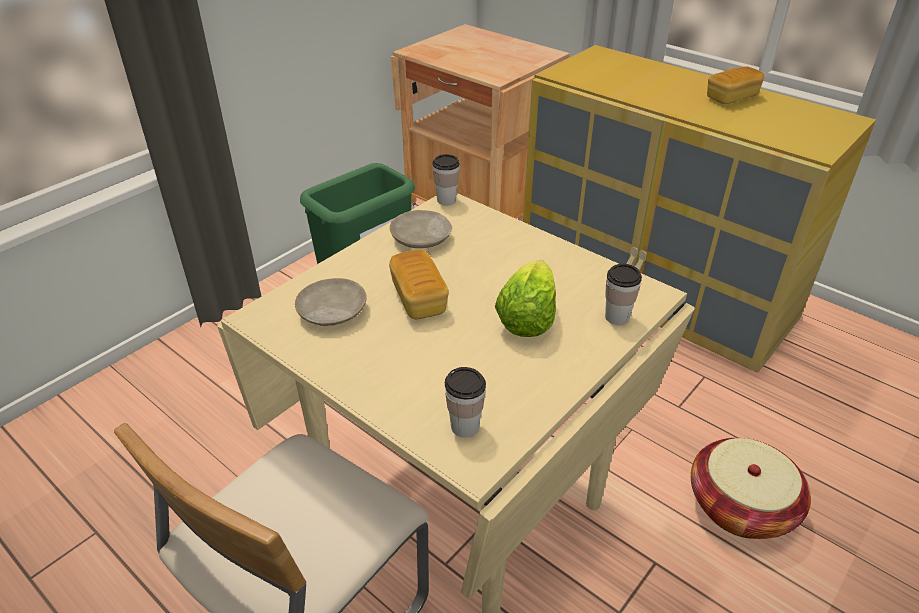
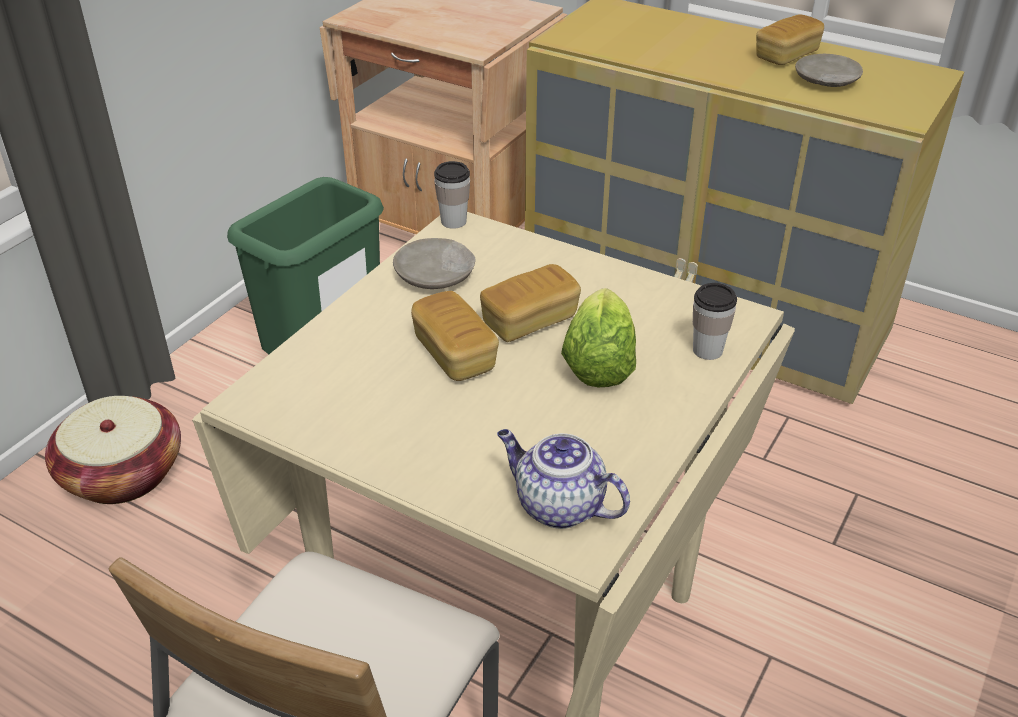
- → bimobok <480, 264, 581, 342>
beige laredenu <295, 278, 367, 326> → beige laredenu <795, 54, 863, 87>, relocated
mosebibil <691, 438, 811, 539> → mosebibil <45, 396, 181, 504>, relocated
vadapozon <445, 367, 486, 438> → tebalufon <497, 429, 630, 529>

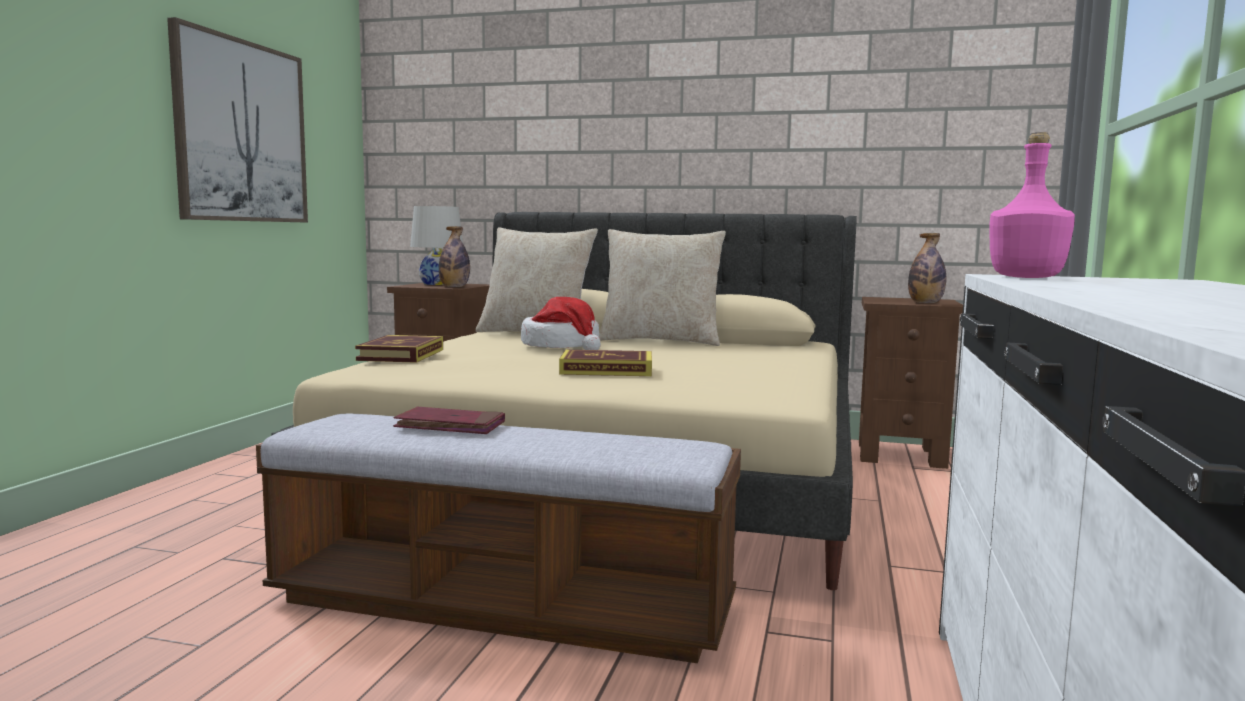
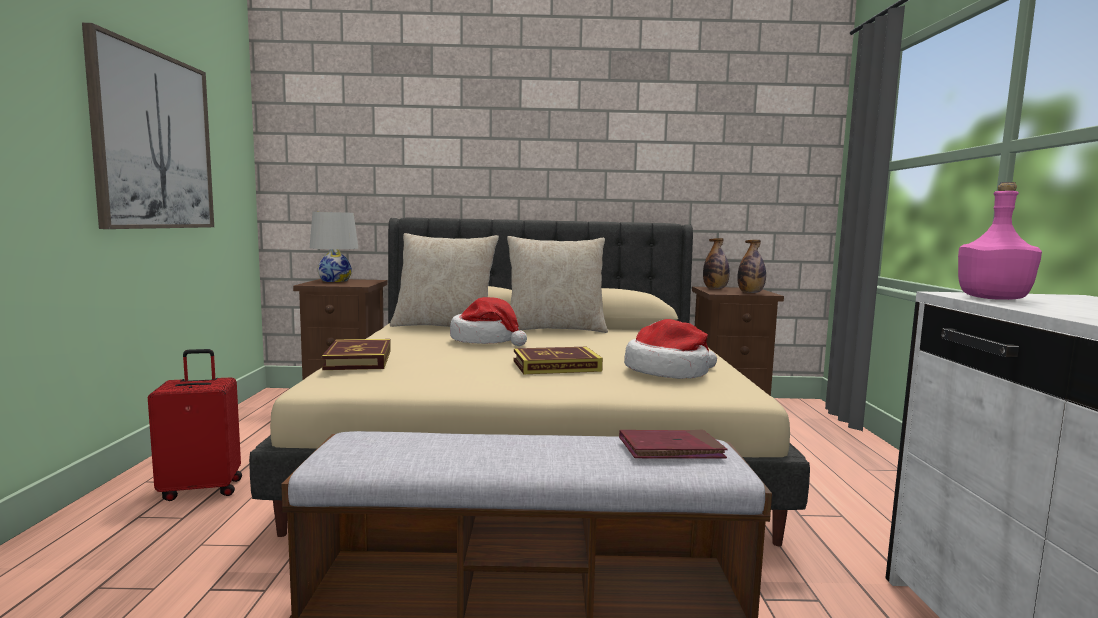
- → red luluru <148, 349, 242, 501>
- → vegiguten <624, 319, 717, 379>
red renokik <393, 407, 505, 434> → red renokik <619, 429, 728, 459>, relocated
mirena <439, 226, 470, 287> → mirena <703, 238, 730, 289>, relocated

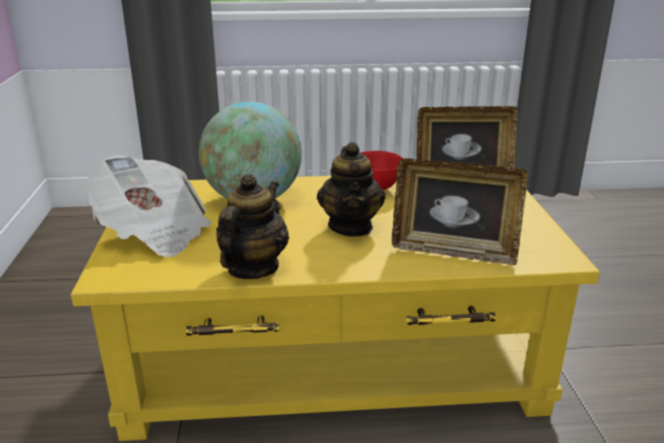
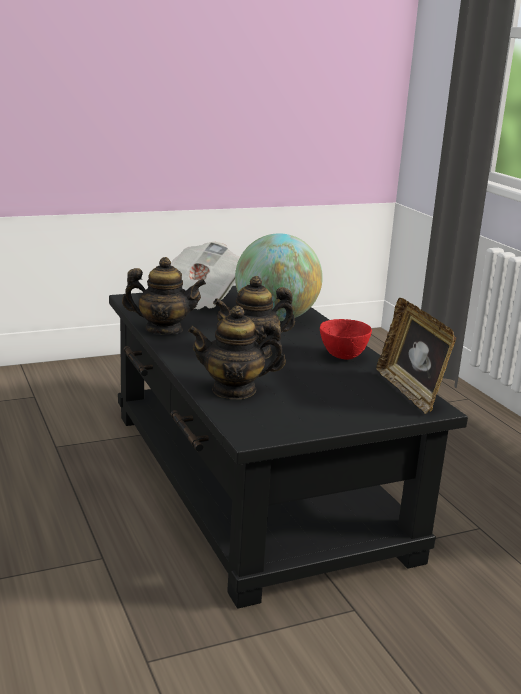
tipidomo <392, 158, 528, 265> → tebalufon <188, 306, 286, 399>
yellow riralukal <71, 176, 600, 441> → black riralukal <109, 286, 468, 609>

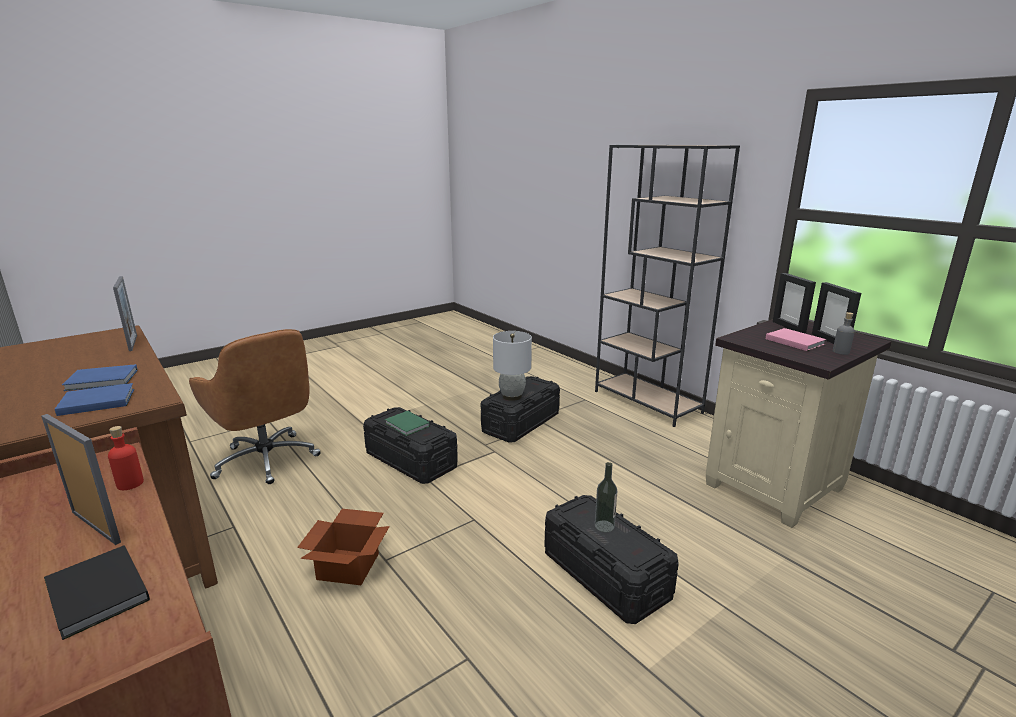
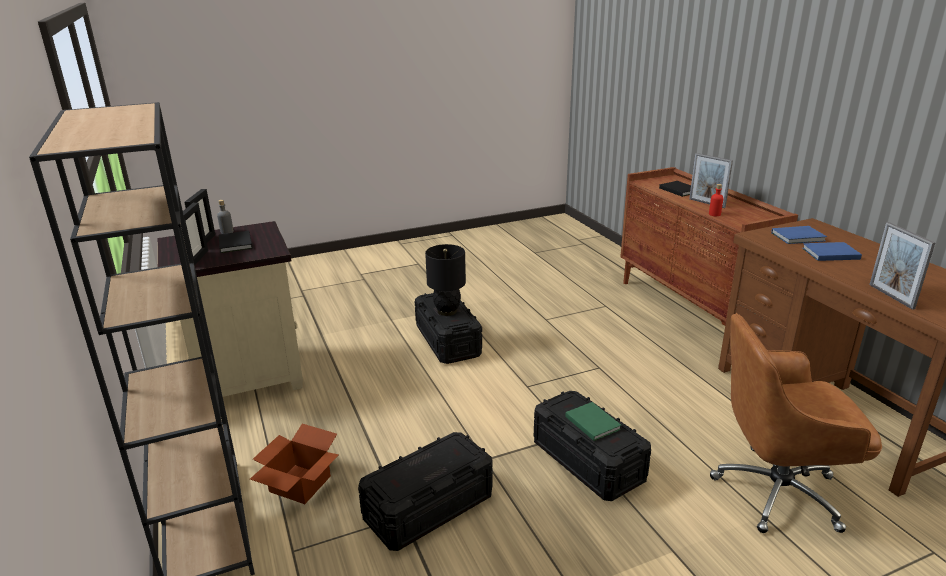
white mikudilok <493, 331, 532, 401> → -
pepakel <297, 509, 390, 585> → pepakel <250, 424, 339, 504>, relocated
mirena <595, 462, 617, 532> → black mikudilok <425, 244, 466, 316>
pink renokik <765, 328, 826, 351> → black renokik <219, 231, 252, 253>
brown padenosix <189, 329, 320, 484> → brown padenosix <710, 313, 882, 533>, 60 degrees counterclockwise

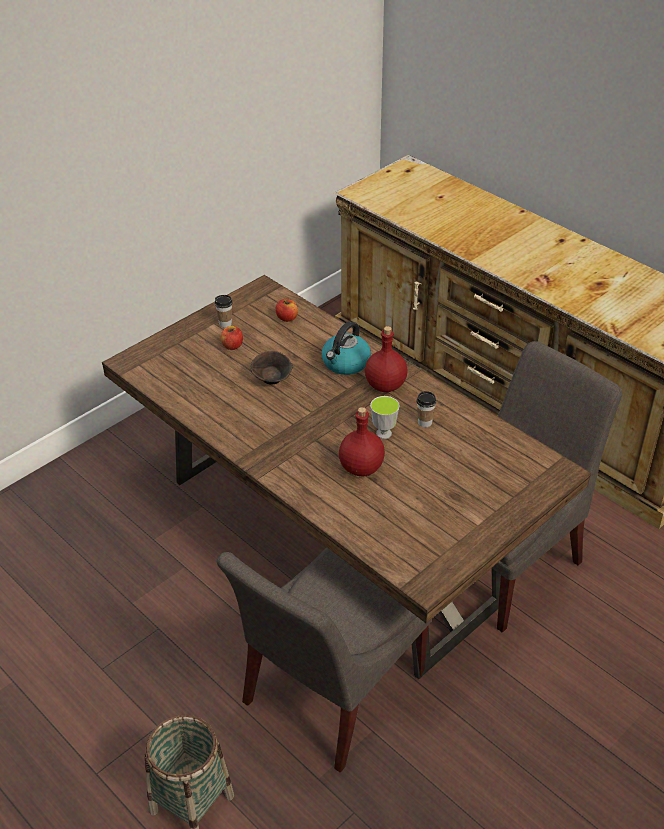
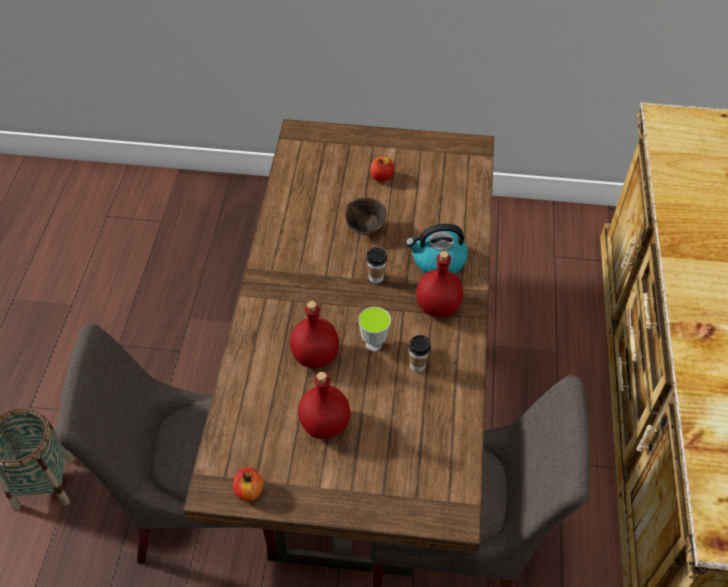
- → red mirena <298, 372, 351, 439>
vadapozon <215, 295, 232, 328> → vadapozon <366, 247, 387, 283>, relocated
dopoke <276, 299, 298, 322> → dopoke <233, 468, 264, 501>, relocated

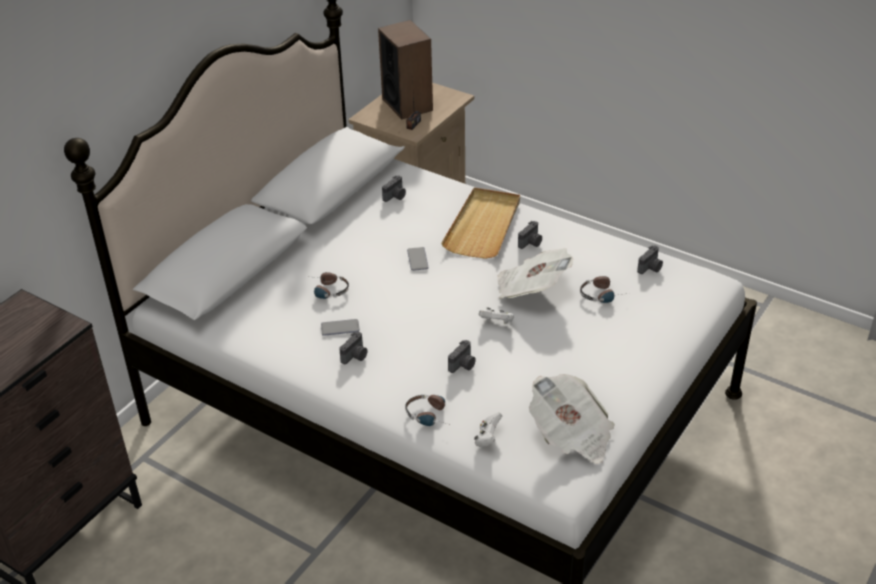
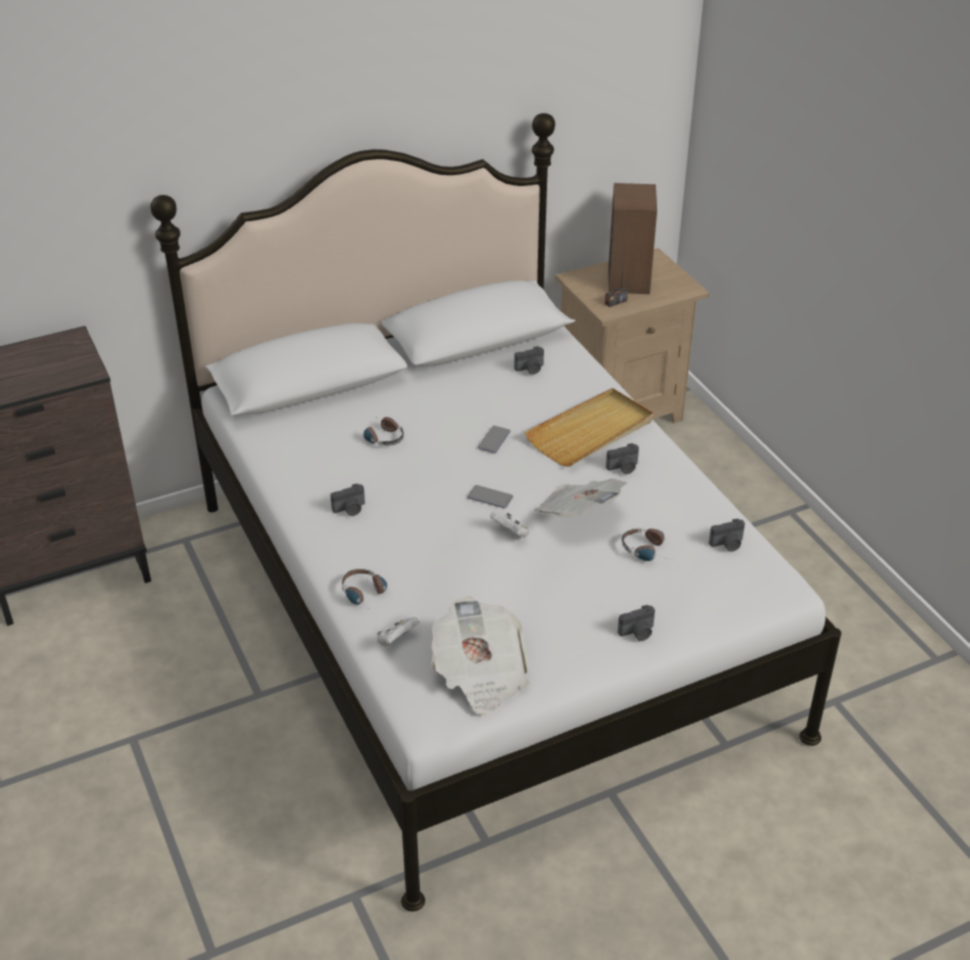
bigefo <321, 319, 360, 336> → bigefo <467, 485, 513, 508>, relocated
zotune <448, 340, 476, 373> → zotune <618, 605, 655, 641>, relocated

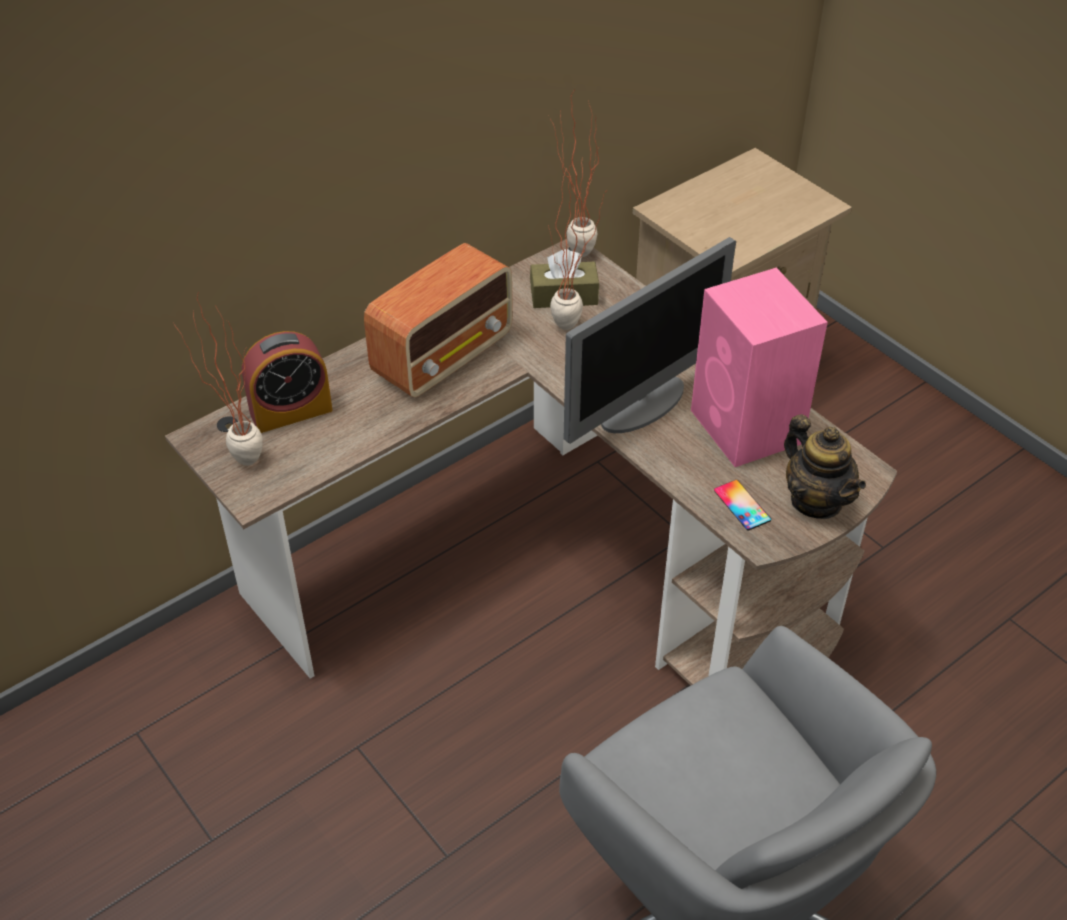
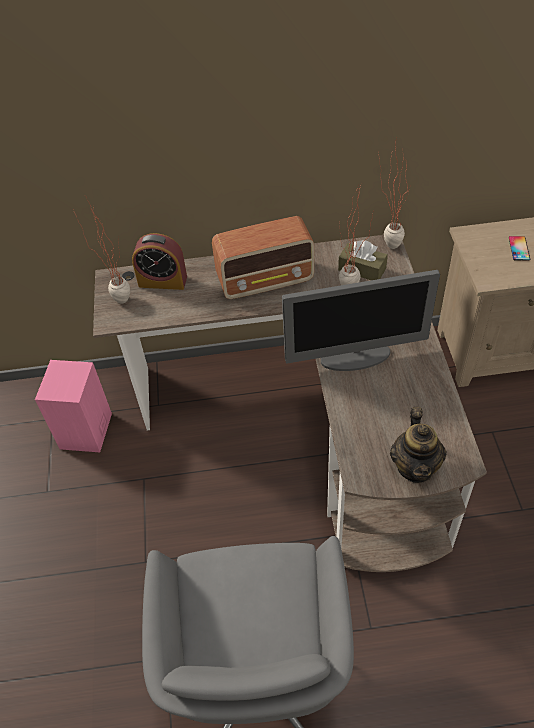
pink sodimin <691, 267, 828, 467> → pink sodimin <35, 360, 112, 452>, relocated
bigefo <714, 480, 771, 531> → bigefo <509, 236, 530, 261>, relocated

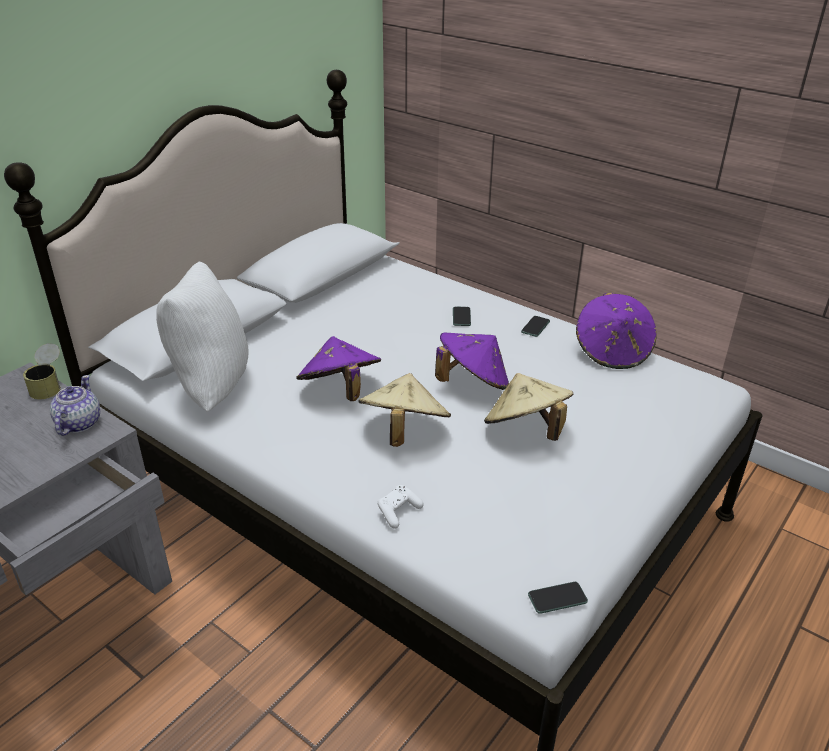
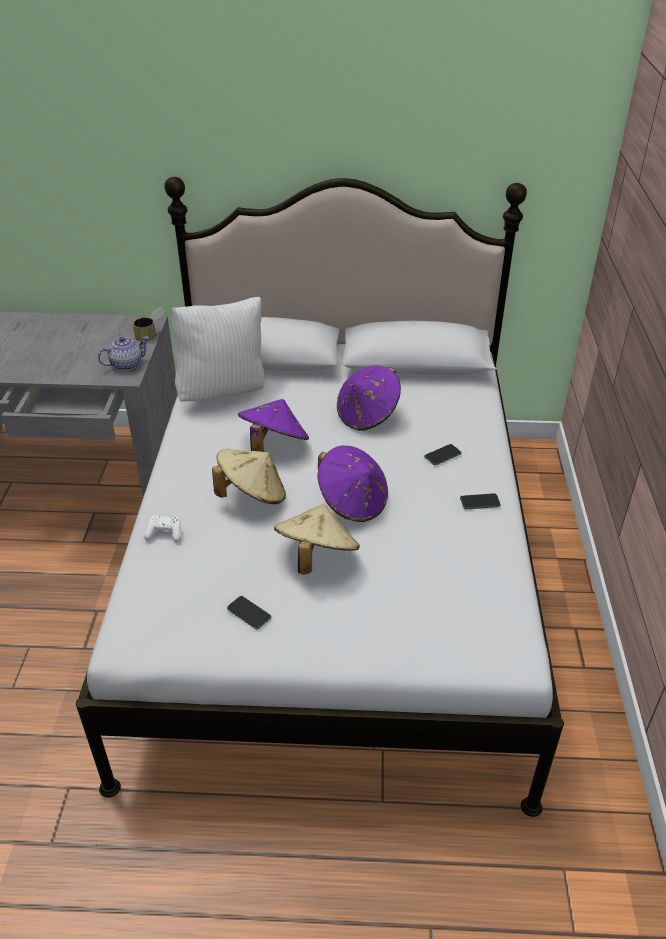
bigefo <528, 582, 588, 614> → bigefo <227, 596, 271, 629>, relocated
purple vegiguten <576, 293, 657, 369> → purple vegiguten <337, 365, 401, 431>, relocated

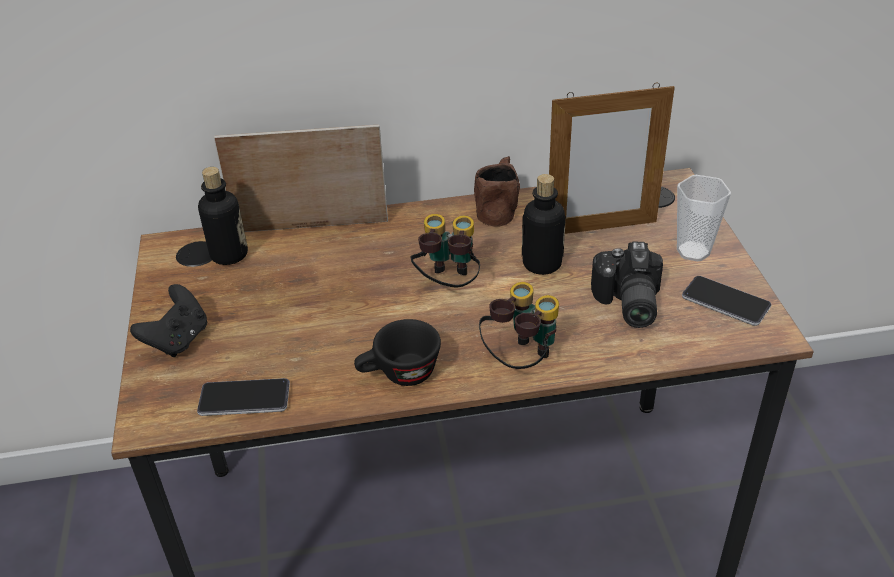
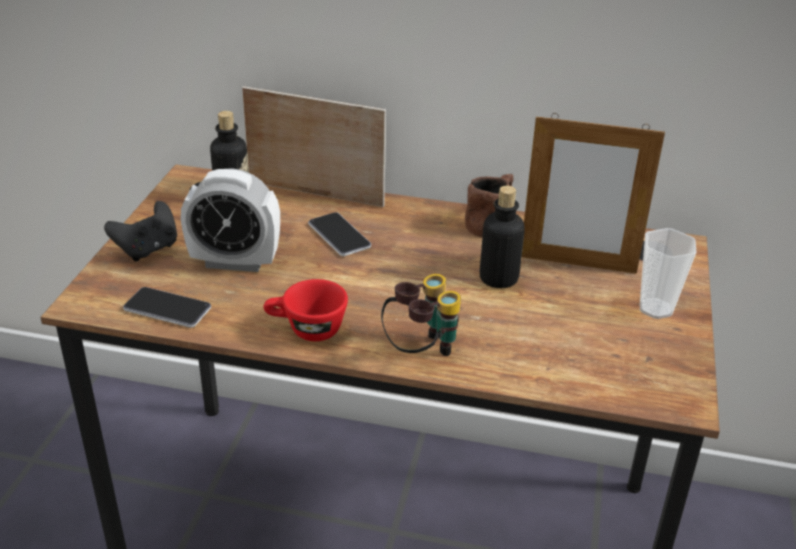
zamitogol <411, 214, 480, 287> → -
zotune <591, 241, 663, 328> → -
- → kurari <181, 168, 280, 272>
bigefo <682, 276, 771, 326> → bigefo <308, 212, 371, 256>, relocated
black vadapozon <354, 319, 441, 386> → red vadapozon <264, 279, 348, 341>

